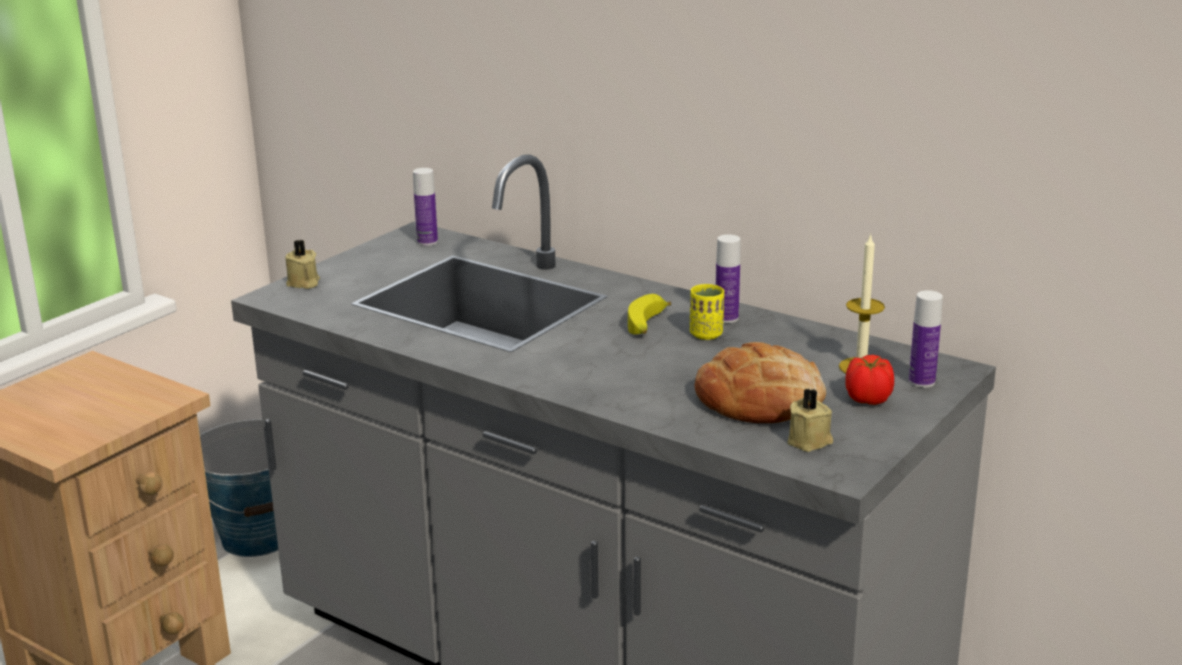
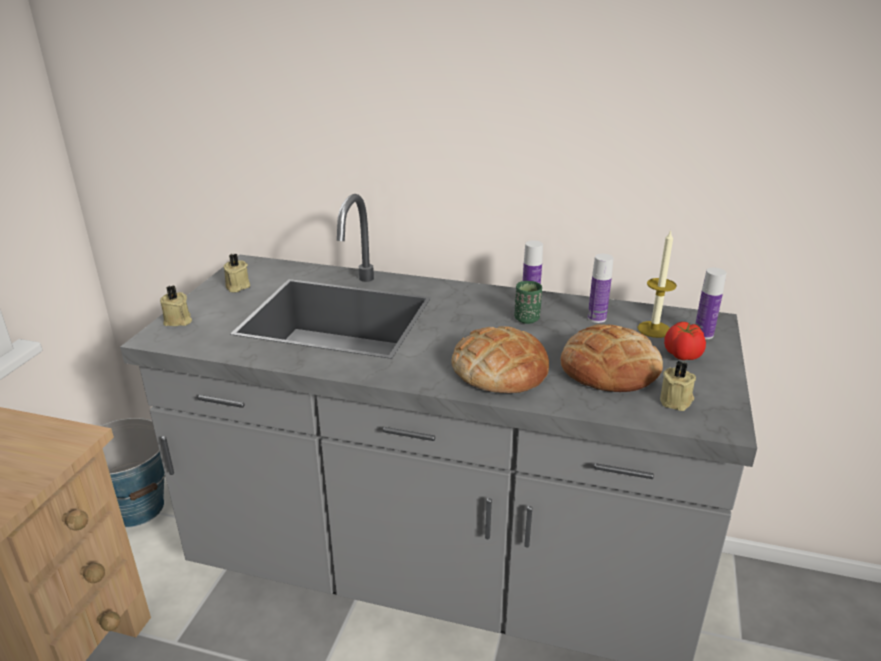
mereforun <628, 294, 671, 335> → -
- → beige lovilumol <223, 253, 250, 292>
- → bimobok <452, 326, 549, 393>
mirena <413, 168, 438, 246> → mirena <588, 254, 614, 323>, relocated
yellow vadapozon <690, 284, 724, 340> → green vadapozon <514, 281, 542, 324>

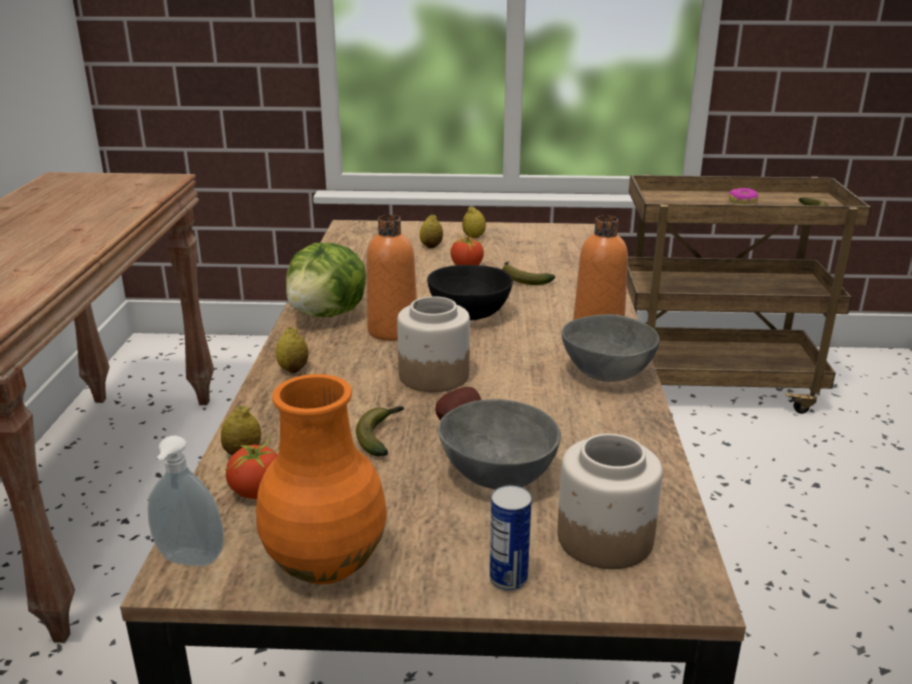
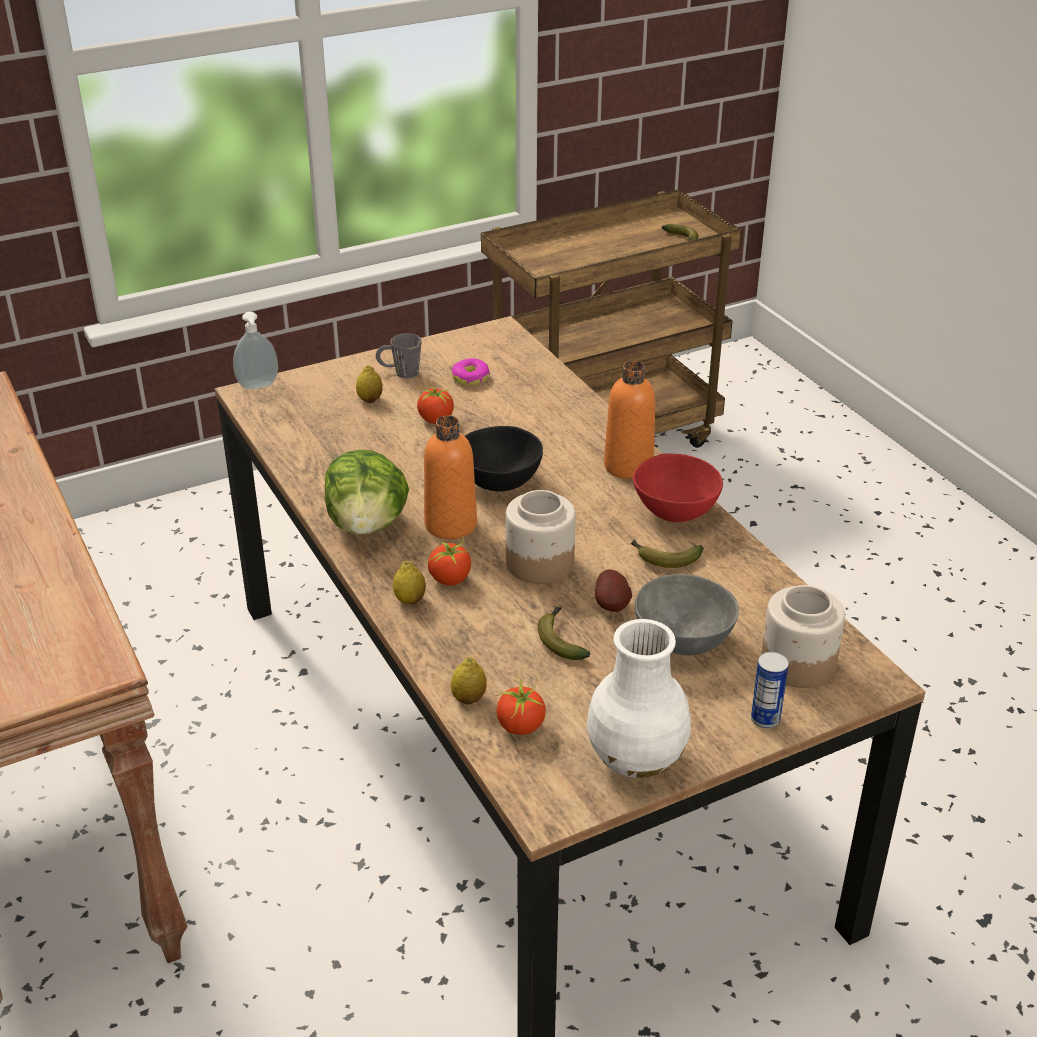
- → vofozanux <427, 536, 473, 586>
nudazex <147, 436, 224, 566> → nudazex <233, 312, 278, 390>, relocated
mereforun <502, 262, 555, 285> → mereforun <631, 539, 703, 568>, relocated
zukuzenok <729, 188, 758, 204> → zukuzenok <452, 358, 490, 386>, relocated
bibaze <462, 207, 486, 238> → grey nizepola <376, 333, 421, 378>
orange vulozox <256, 374, 387, 584> → white vulozox <587, 619, 691, 778>
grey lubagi <562, 314, 660, 382> → red lubagi <633, 454, 723, 522>

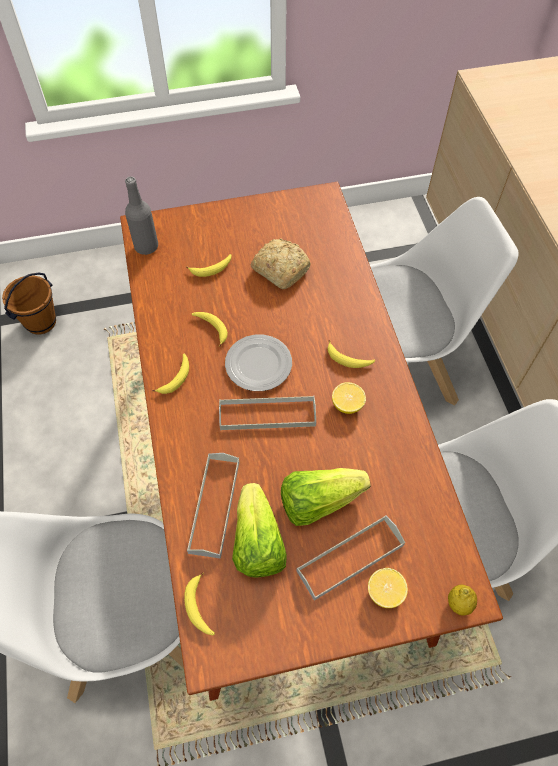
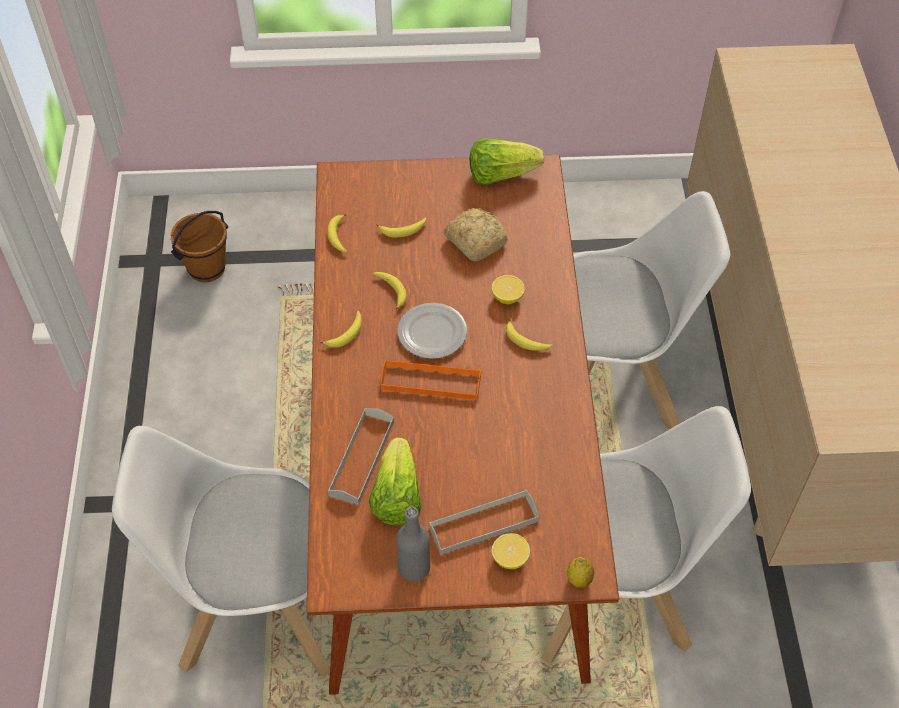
grey mirena <125, 176, 158, 255> → grey mirena <396, 507, 430, 581>, relocated
mereforun <184, 572, 215, 635> → mereforun <327, 214, 347, 252>, relocated
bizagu <281, 468, 371, 526> → bizagu <470, 138, 545, 185>, relocated
bibaze <332, 382, 366, 414> → bibaze <492, 275, 525, 304>, relocated
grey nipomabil <219, 396, 316, 430> → orange nipomabil <381, 360, 481, 400>

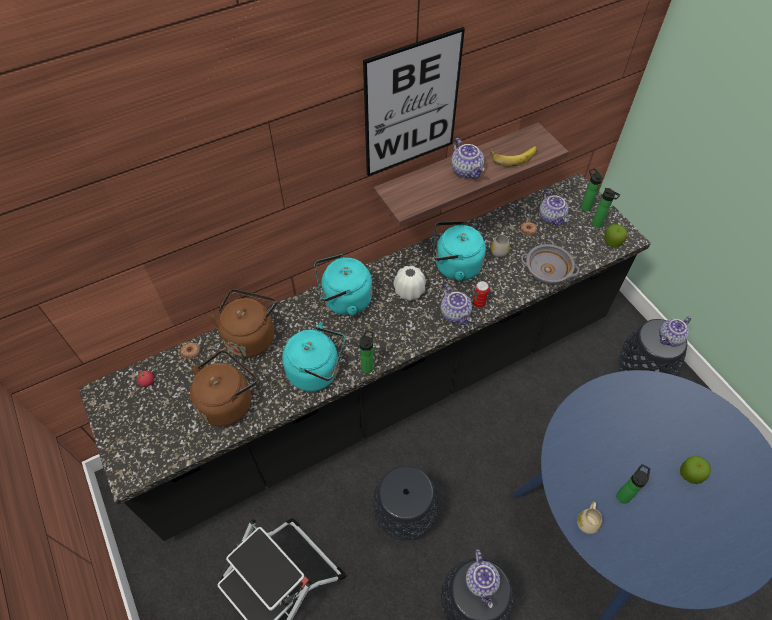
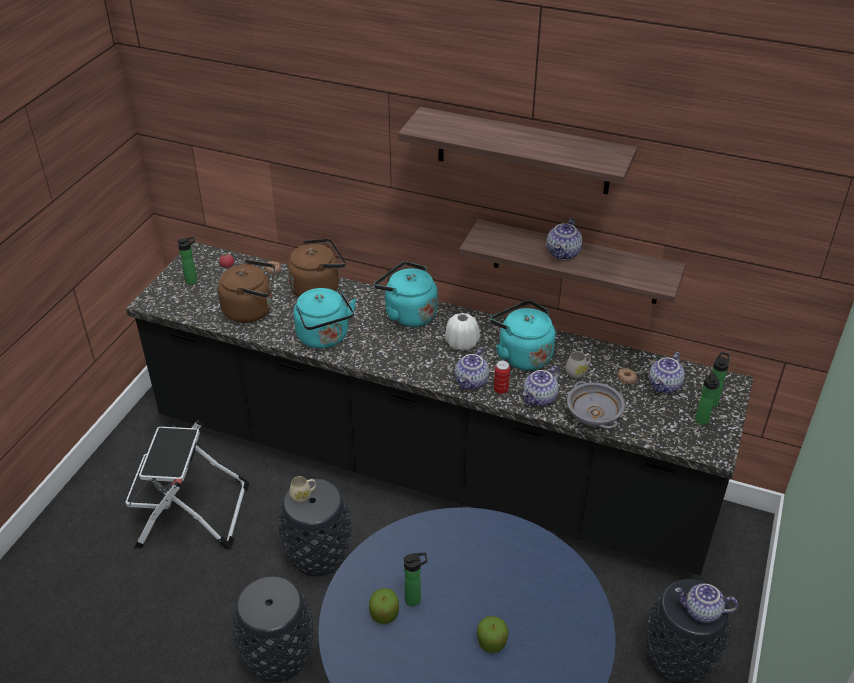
mereforun <490, 146, 537, 167> → -
mirena <359, 330, 374, 373> → mirena <177, 237, 197, 285>, relocated
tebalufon <466, 549, 500, 608> → tebalufon <523, 366, 559, 406>, relocated
beige nizepola <577, 502, 602, 534> → beige nizepola <289, 476, 316, 502>, relocated
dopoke <604, 224, 627, 248> → dopoke <369, 588, 399, 624>, relocated
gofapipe <363, 27, 465, 176> → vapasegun <398, 107, 637, 195>

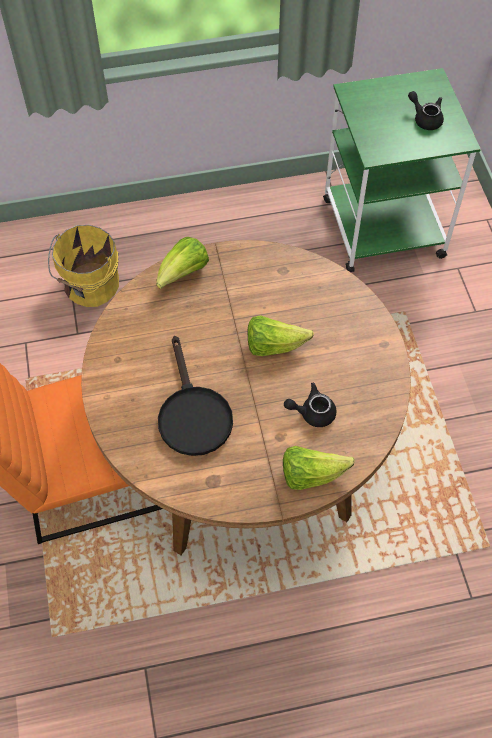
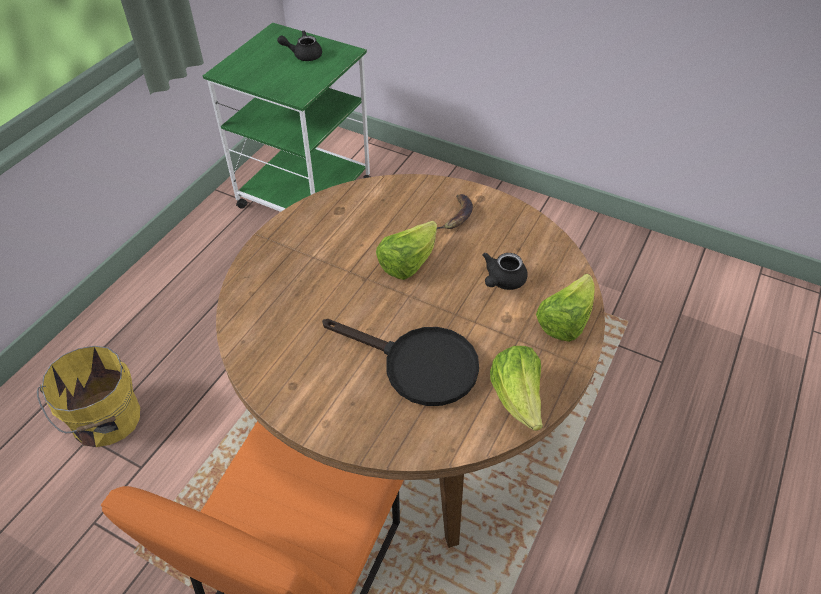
- → mereforun <437, 194, 473, 229>
bizagu <156, 237, 209, 289> → bizagu <490, 346, 543, 431>, relocated

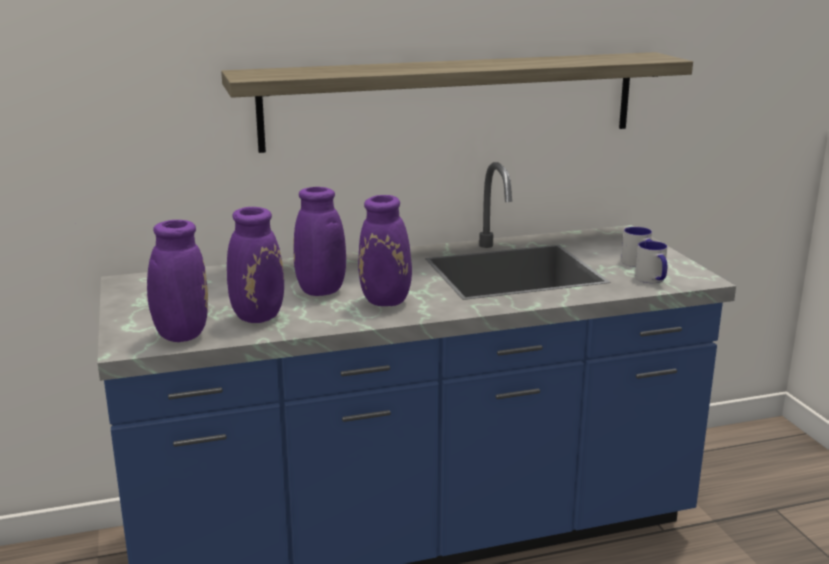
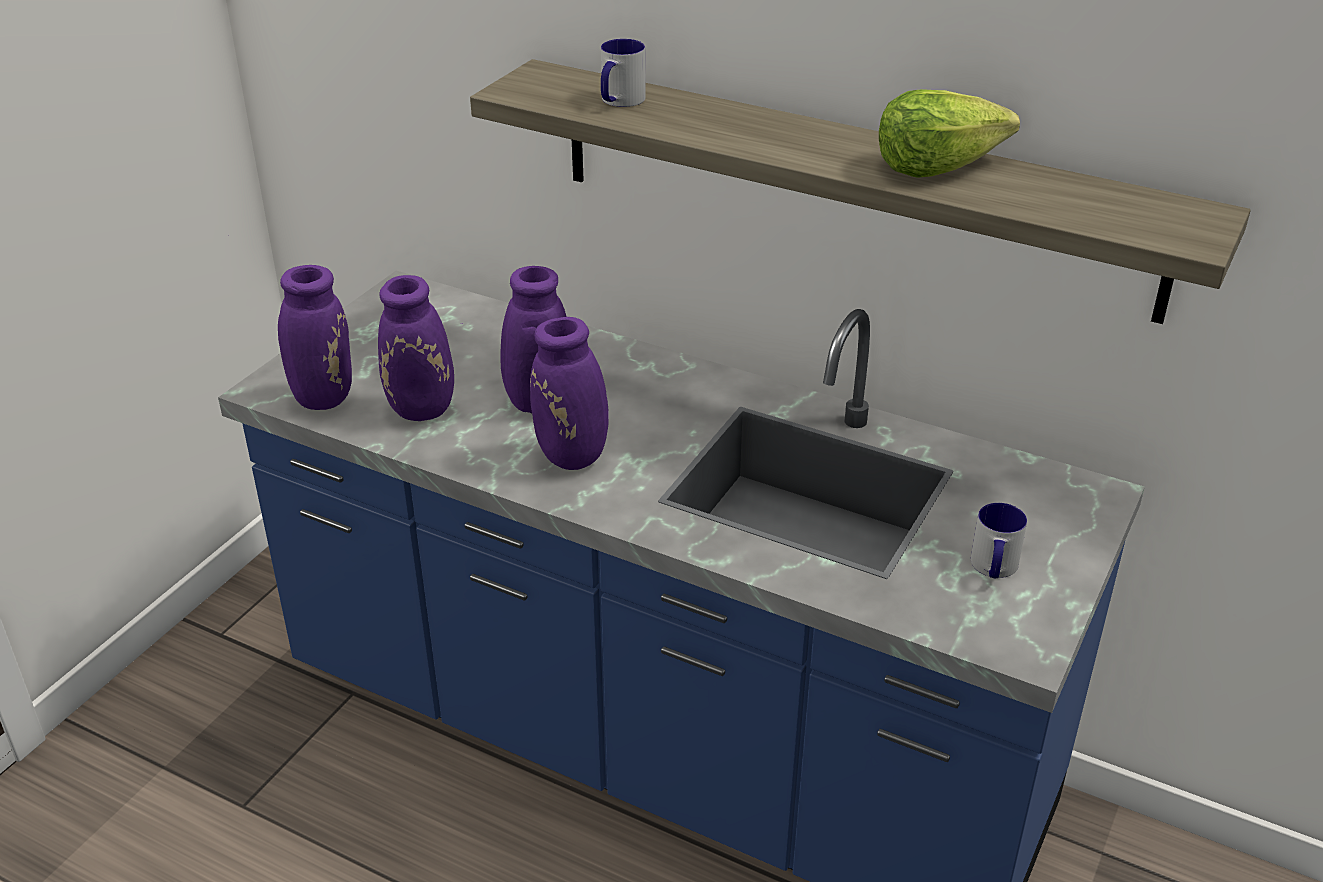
- → bizagu <879, 89, 1020, 178>
nizepola <635, 241, 667, 283> → nizepola <601, 39, 646, 107>, relocated

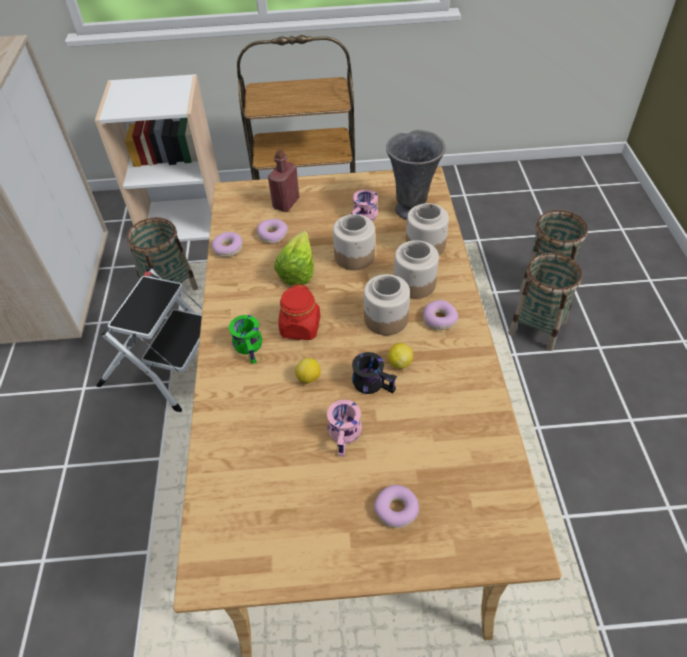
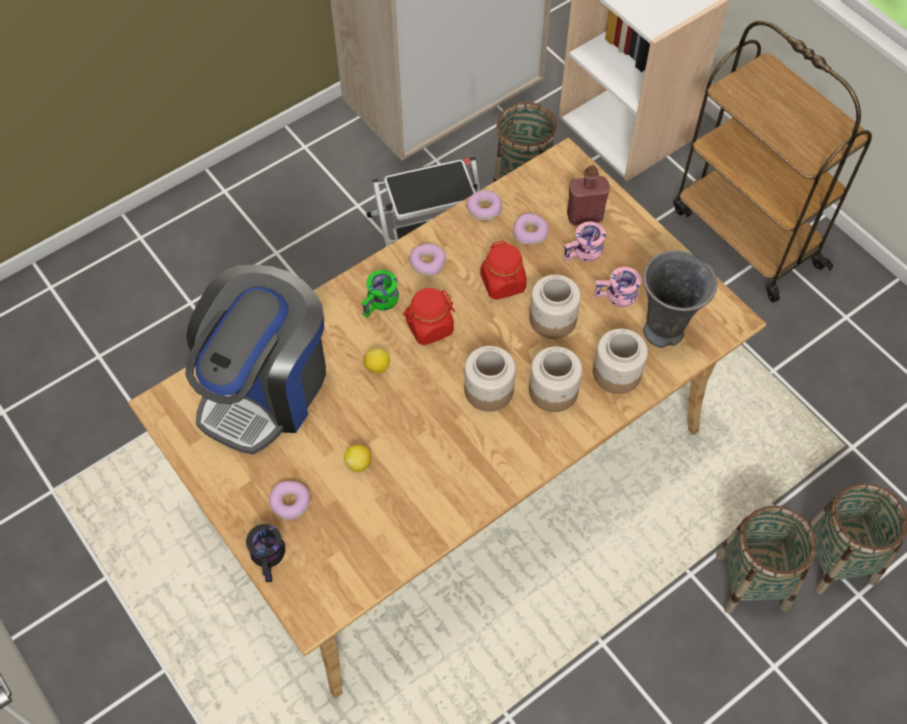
- → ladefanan <185, 265, 326, 454>
pink nizepola <327, 400, 362, 457> → pink nizepola <563, 221, 606, 262>, relocated
black nizepola <352, 352, 397, 394> → black nizepola <246, 524, 285, 582>, relocated
bibaze <388, 343, 413, 369> → bibaze <344, 445, 372, 472>, relocated
zukuzenok <423, 300, 458, 330> → zukuzenok <409, 243, 446, 276>, relocated
bizagu <274, 231, 314, 286> → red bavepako <480, 240, 527, 300>

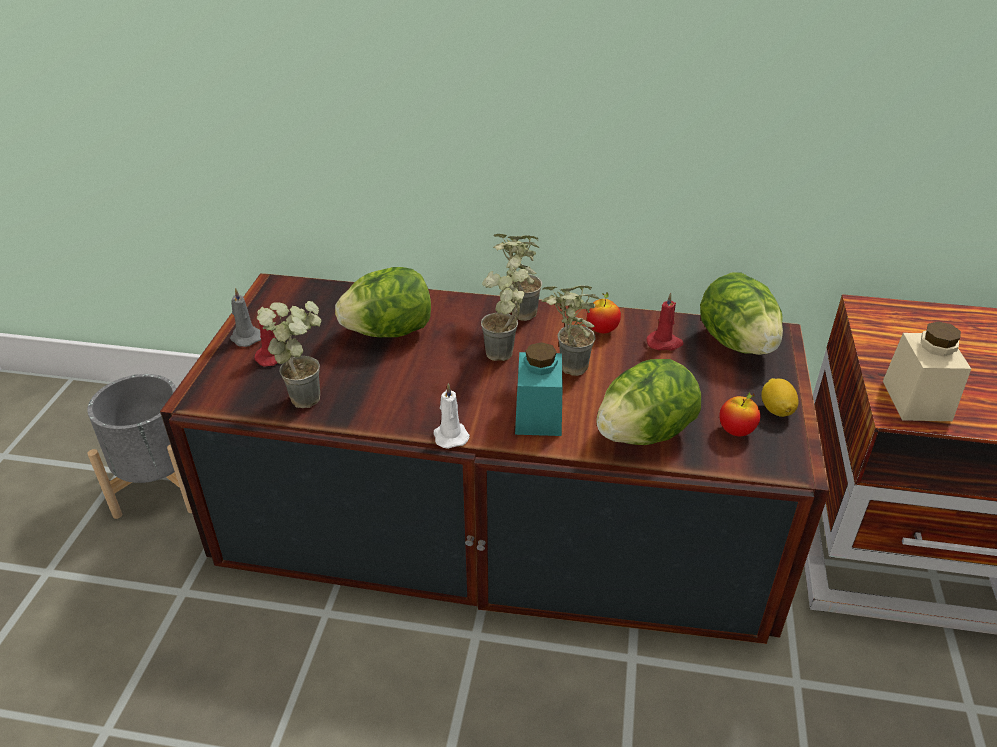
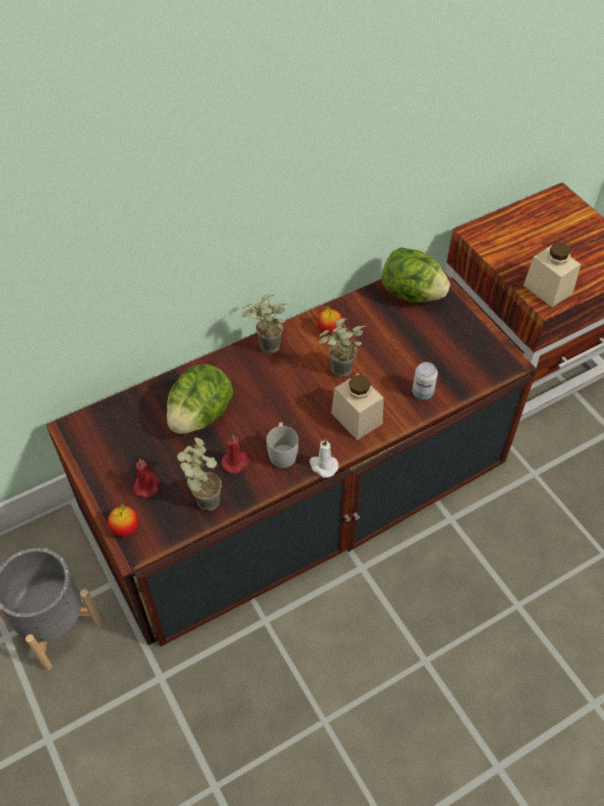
grey lovilumol <230, 288, 261, 347> → -
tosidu <481, 255, 529, 361> → -
bibaze <761, 378, 798, 417> → -
- → white nizepola <266, 422, 299, 468>
red lovilumol <646, 293, 683, 351> → red lovilumol <221, 434, 250, 474>, relocated
dopoke <719, 392, 760, 436> → dopoke <107, 504, 138, 537>, relocated
bizagu <596, 359, 701, 445> → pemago <412, 362, 438, 399>
turquoise bavepako <515, 342, 563, 436> → beige bavepako <331, 373, 384, 440>

